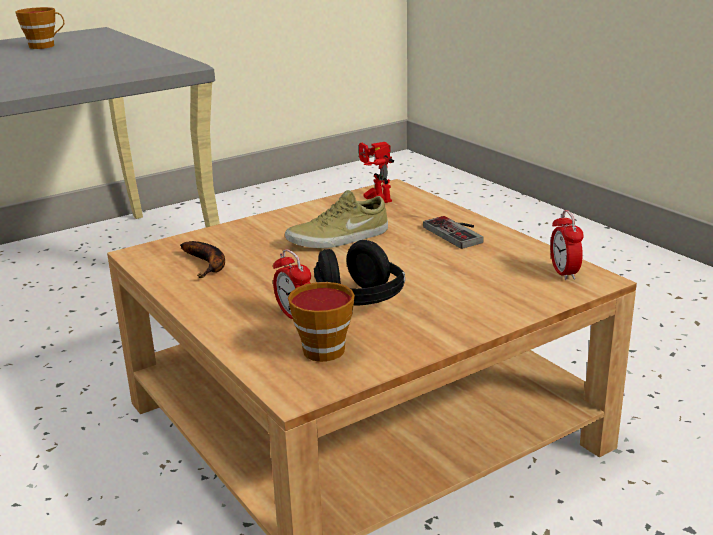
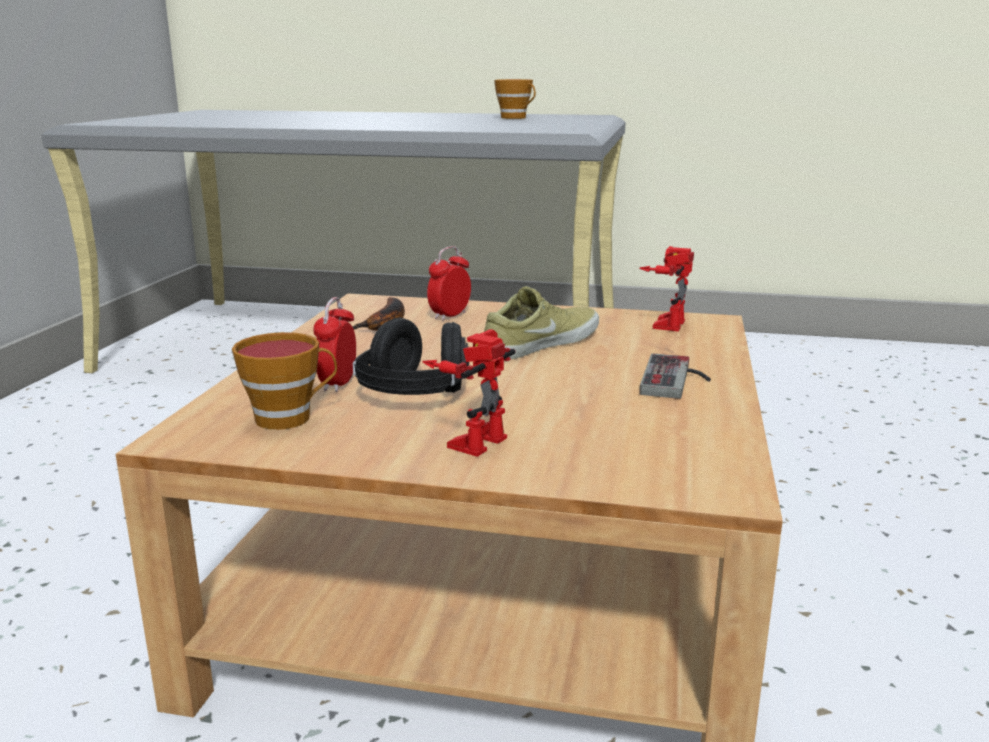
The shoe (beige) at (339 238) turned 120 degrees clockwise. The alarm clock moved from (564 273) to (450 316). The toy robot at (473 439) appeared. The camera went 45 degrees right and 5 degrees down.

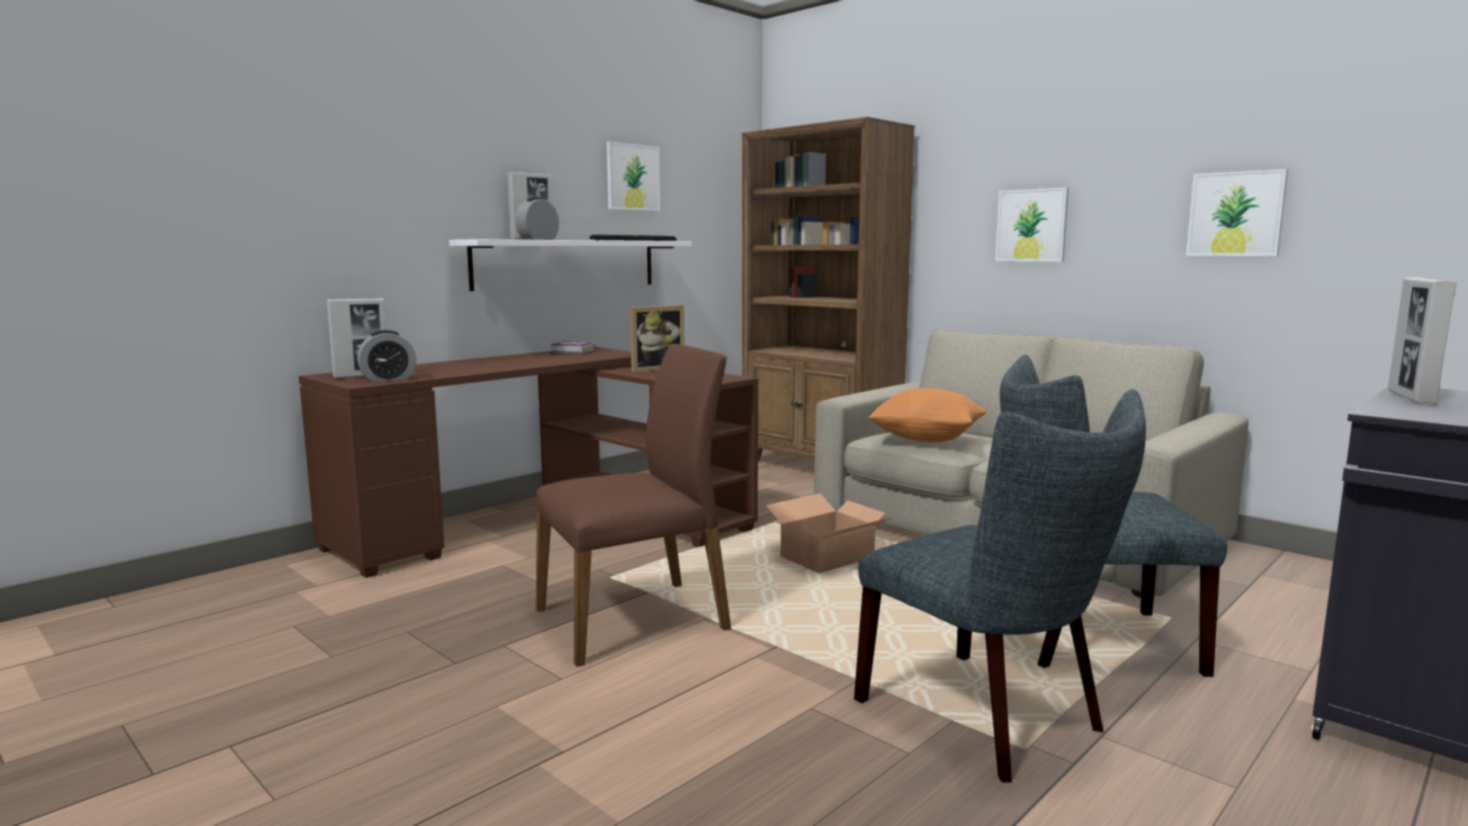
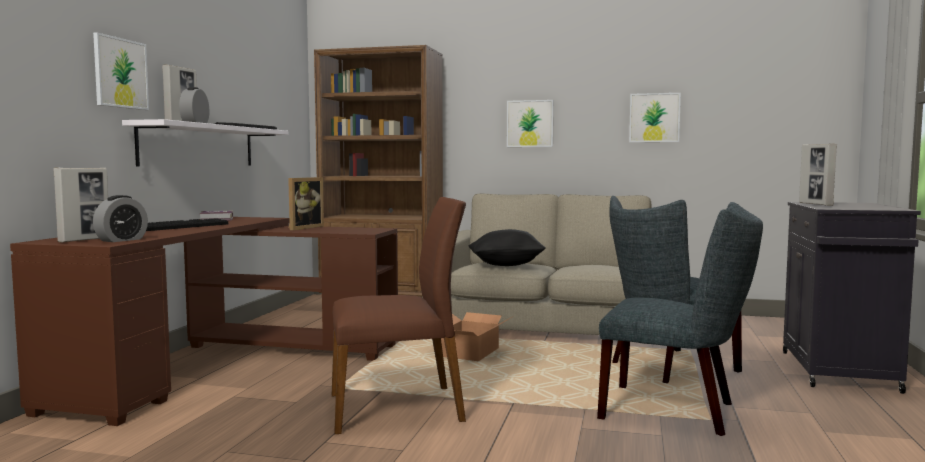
The chair (brown) at (635 619) turned 45 degrees clockwise. The picture moved from (632 177) to (120 73). The pillow (orange) at (927 439) became the pillow (black) at (506 265). The keyboard at (182 226) appeared. The camera went 30 degrees left and 5 degrees down.

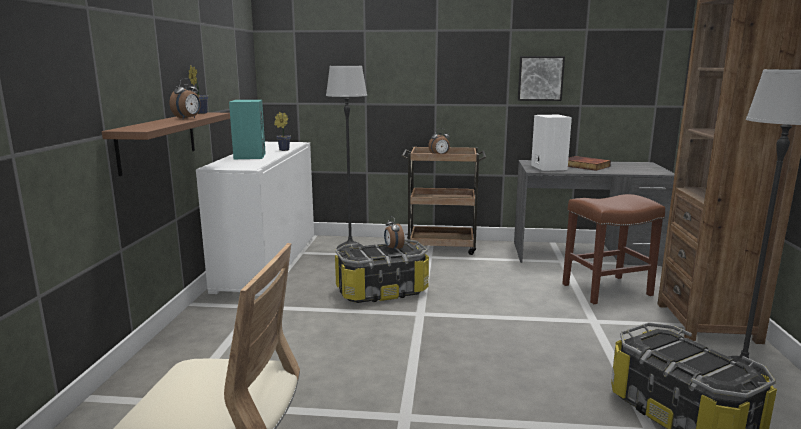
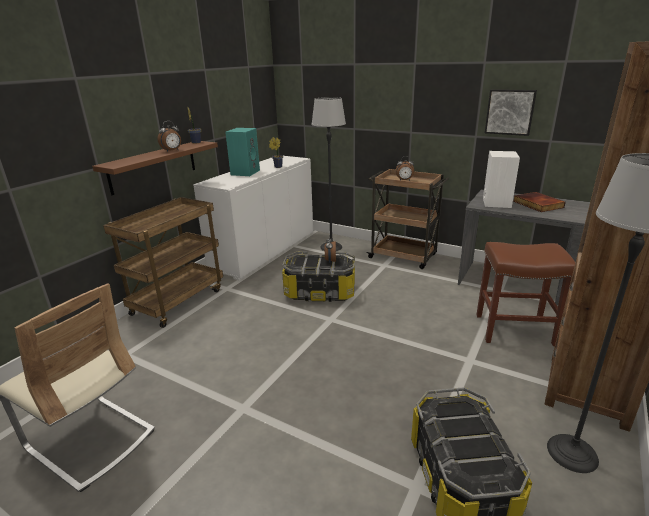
The cart (brown) at (178 301) appeared. The camera went 25 degrees right and 10 degrees up.

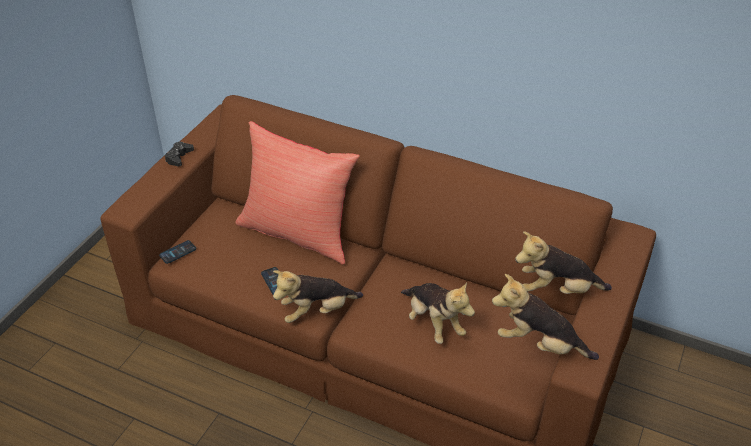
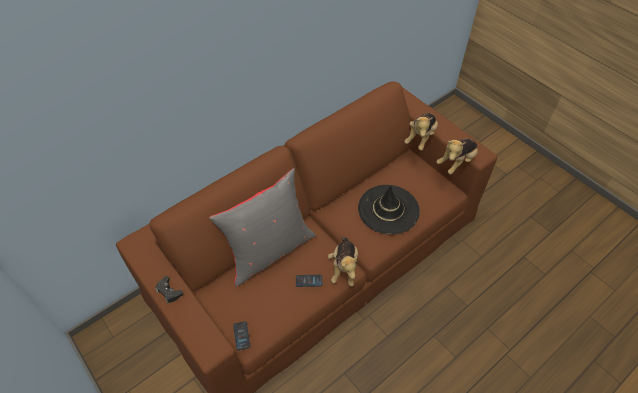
The pillow (red) at (298 233) became the pillow (grey) at (269 251). The plush toy at (433 323) was replaced by the hat (black) at (388 209). The camera went 65 degrees left and 10 degrees up.

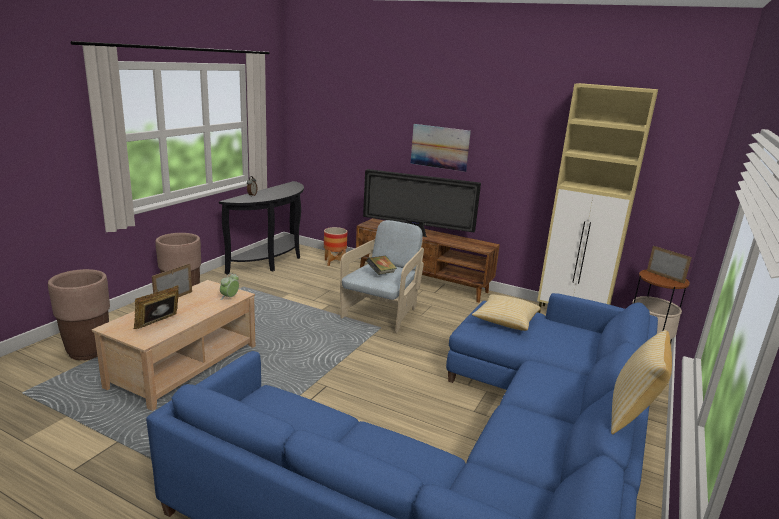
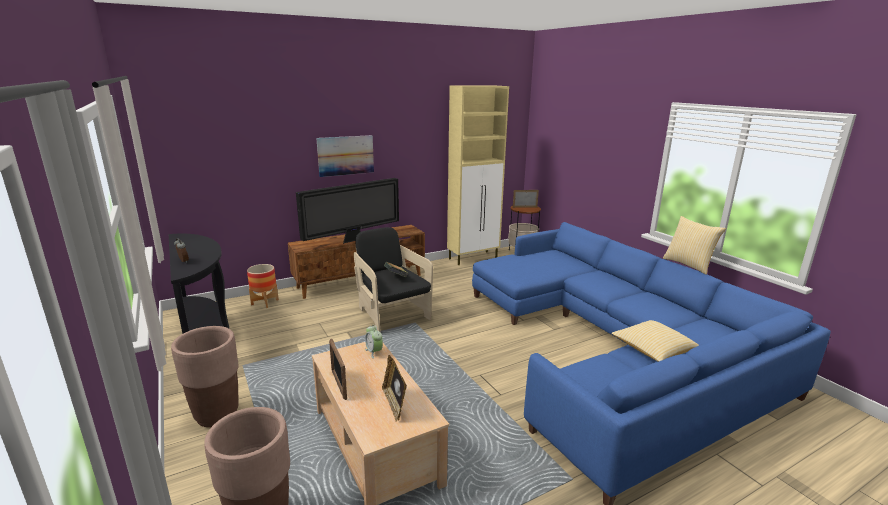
The armchair (beige) at (381 313) became the armchair (black) at (392 314). The pillow moved from (505 321) to (652 351). The camera went 55 degrees left and 0 degrees up.

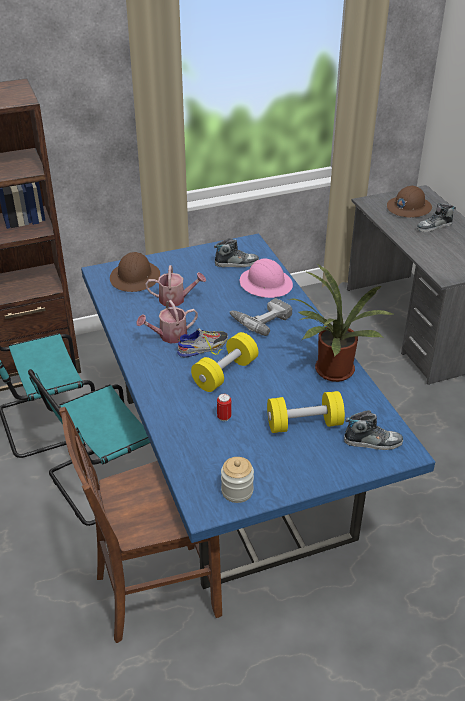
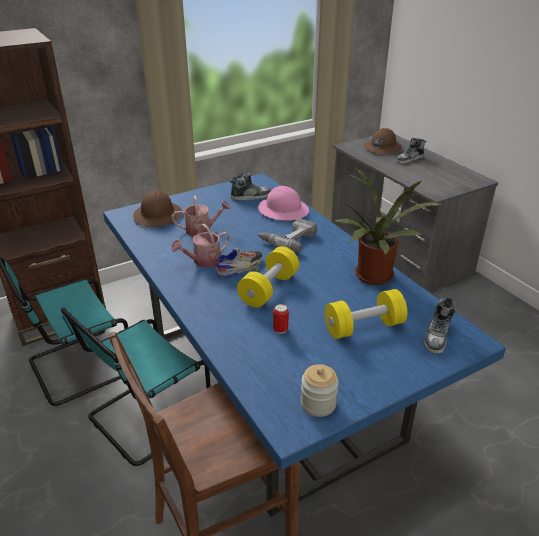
The shoe at (372 441) turned 120 degrees clockwise. The camera went 10 degrees left and 5 degrees down.

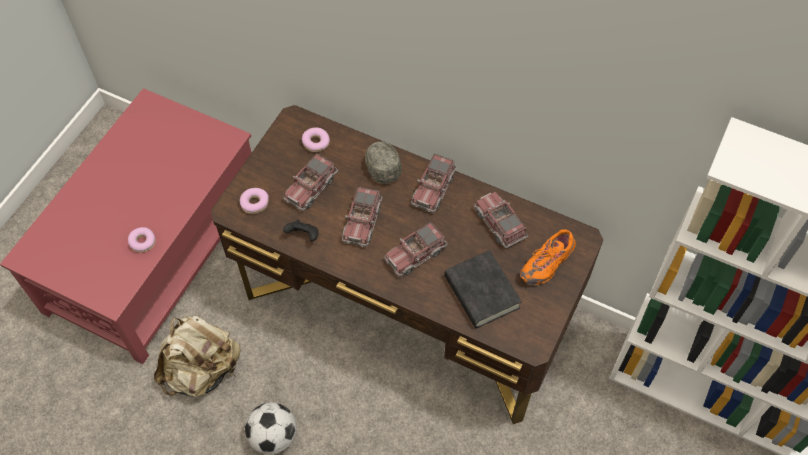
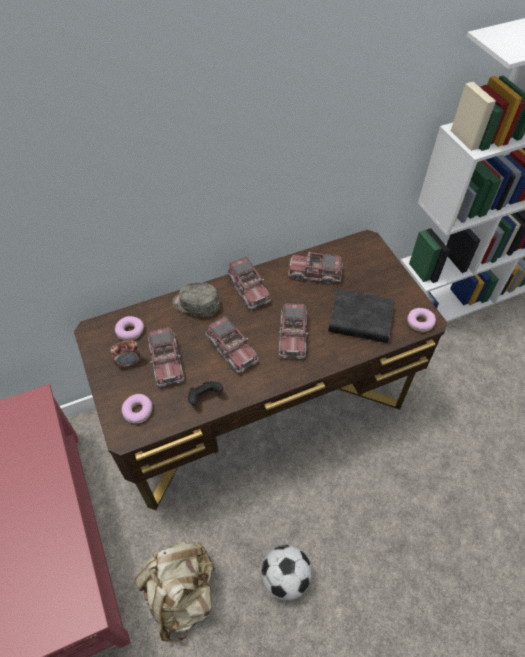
The donut moved from (142 242) to (420 322). The shoe (orange) at (547 263) disappeared. The alarm clock at (129 362) appeared. The camera went 50 degrees left and 5 degrees down.

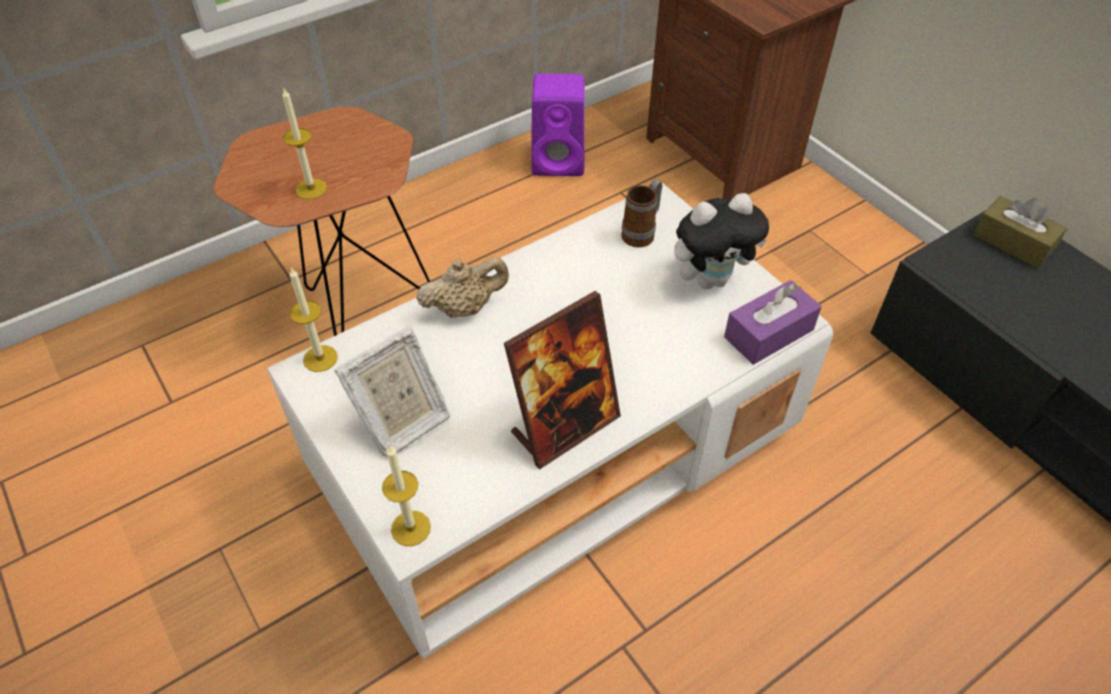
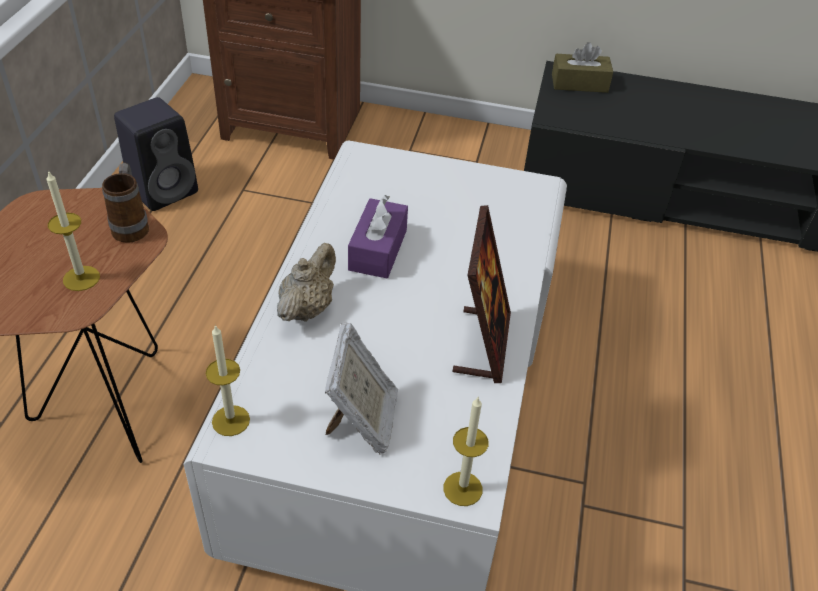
The speaker (purple) at (560 161) became the speaker (black) at (165 189). The mug moved from (642 233) to (132 226). The plush toy at (711 279) disappeared. The tissue box (purple) moved from (768 333) to (378 250). The camera went 45 degrees left and 5 degrees down.

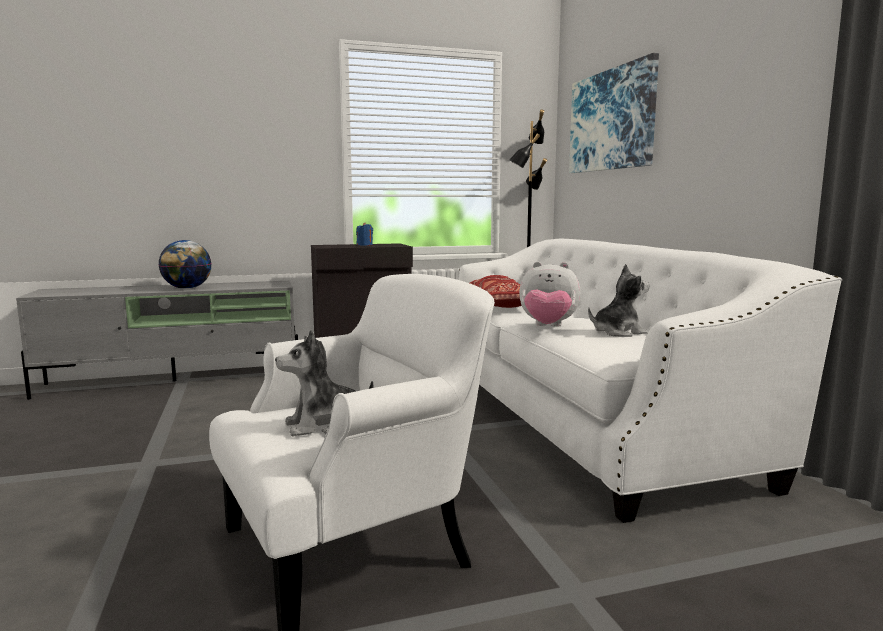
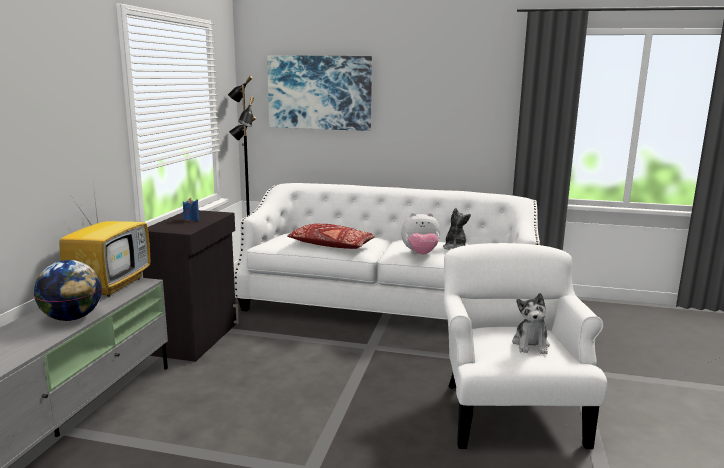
The plush toy at (548 327) turned 45 degrees clockwise. The television at (111 285) appeared. The camera went 60 degrees left and 5 degrees up.

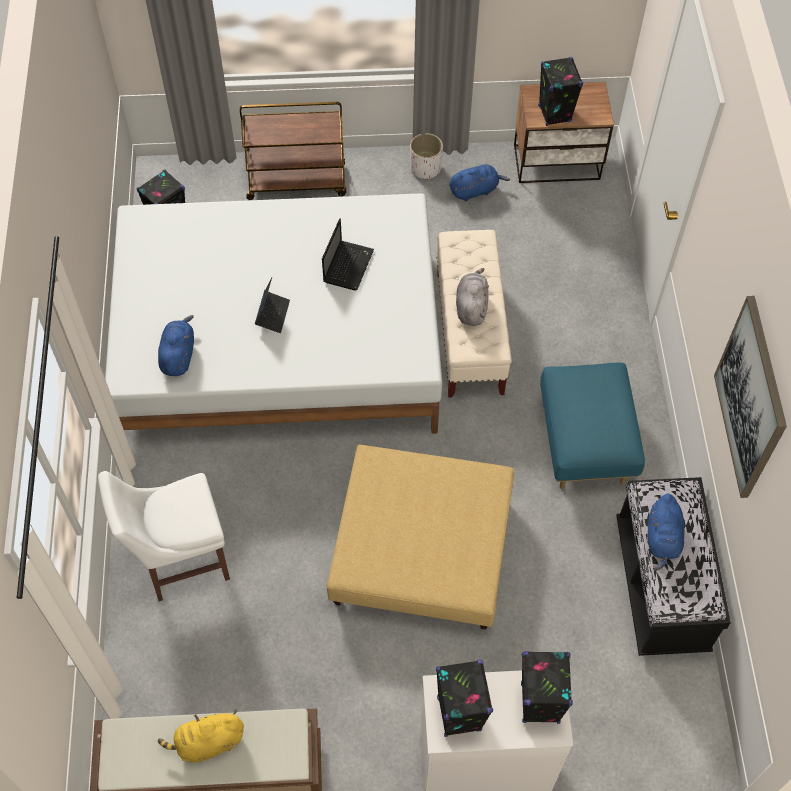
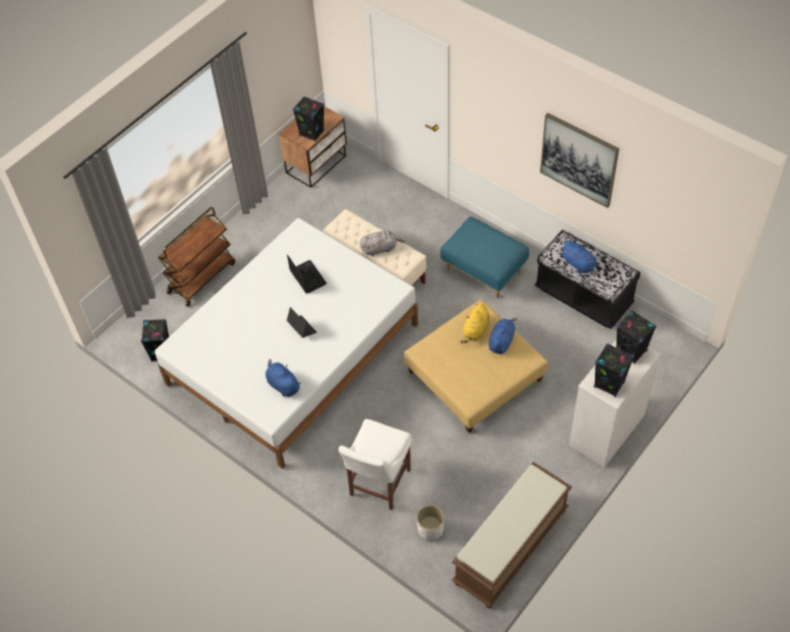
The plush toy (yellow) moved from (207 743) to (475 331). The planter (white) moved from (425 168) to (430 529). The plush toy (blue) moved from (475 190) to (501 341). The plush toy (grey) at (471 306) turned 120 degrees clockwise. The camera went 45 degrees left and 5 degrees down.

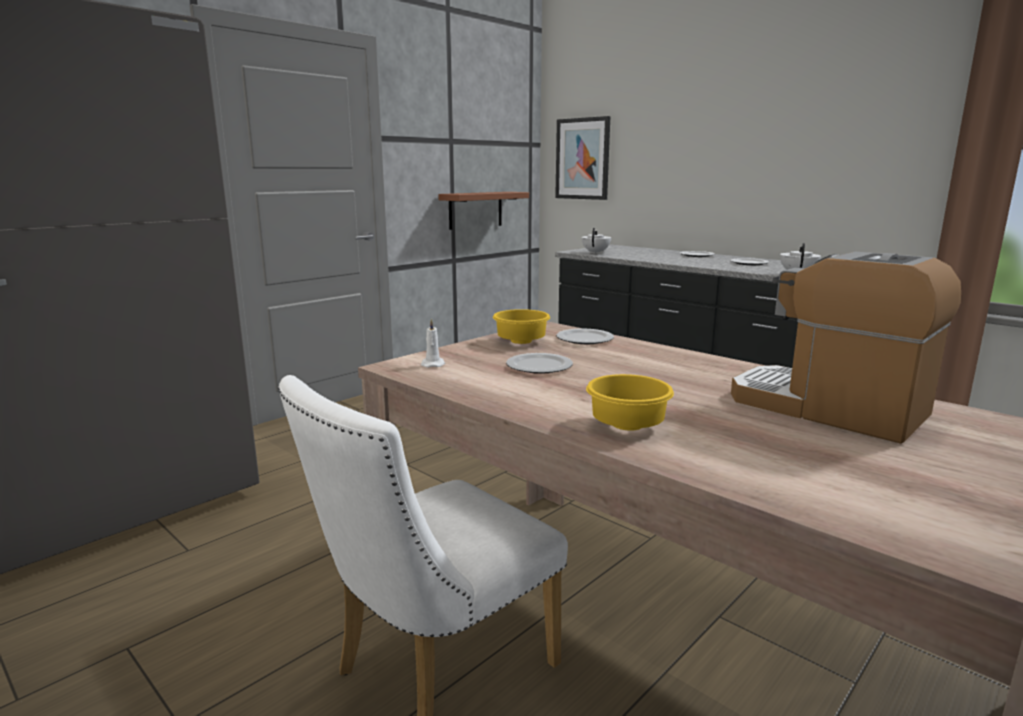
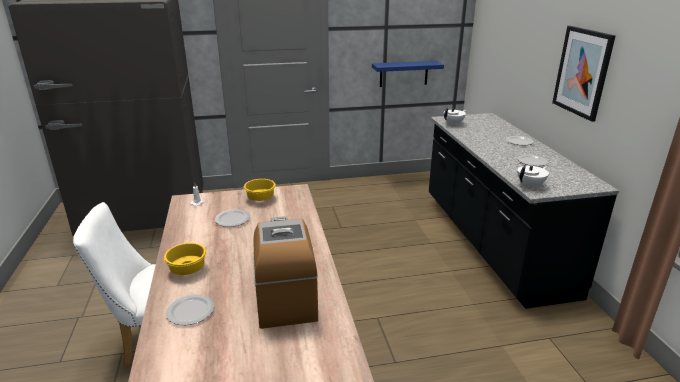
The shelf (brown) at (475 210) became the shelf (blue) at (403 73). The picture moved from (582 159) to (582 72). The plate moved from (585 339) to (190 312). The camera went 35 degrees right and 10 degrees up.

